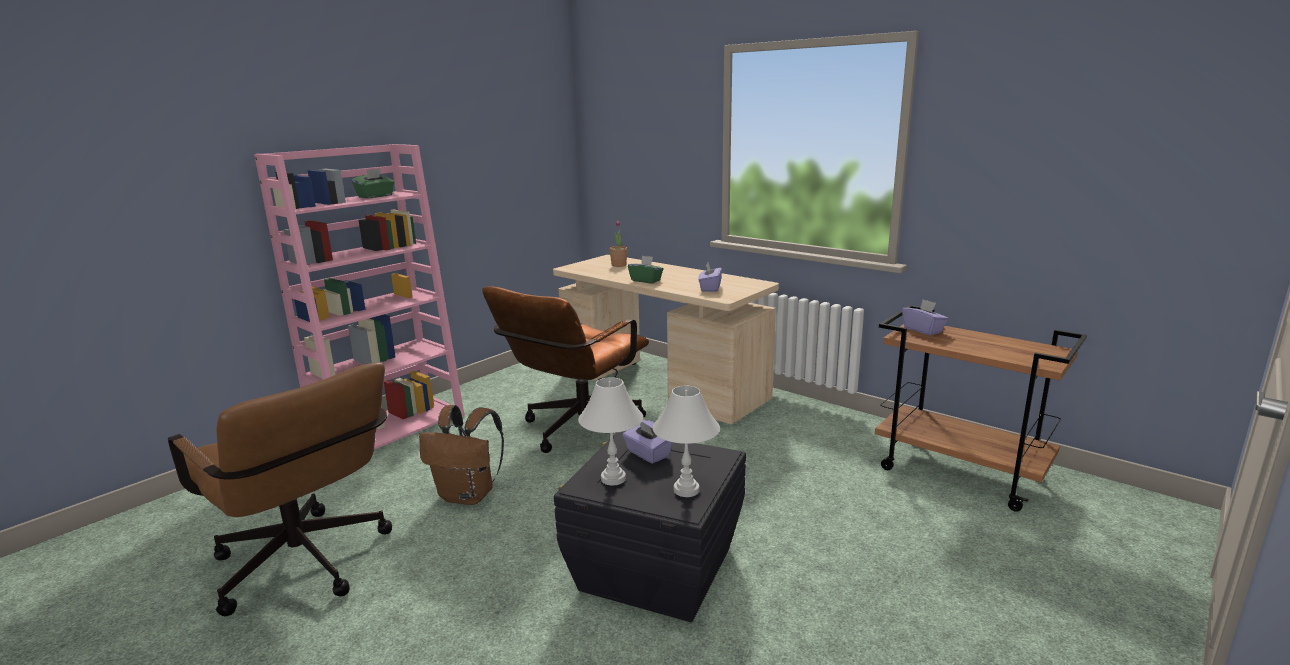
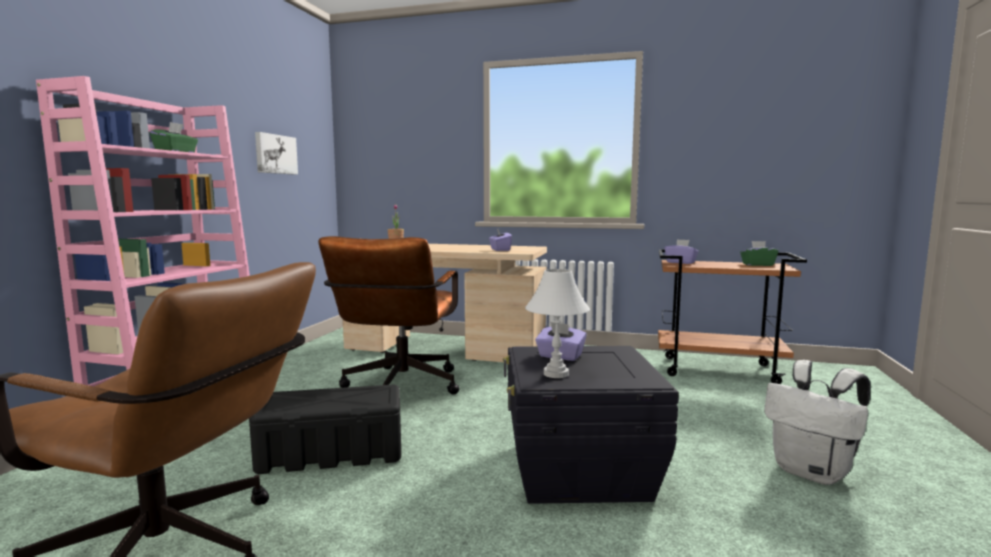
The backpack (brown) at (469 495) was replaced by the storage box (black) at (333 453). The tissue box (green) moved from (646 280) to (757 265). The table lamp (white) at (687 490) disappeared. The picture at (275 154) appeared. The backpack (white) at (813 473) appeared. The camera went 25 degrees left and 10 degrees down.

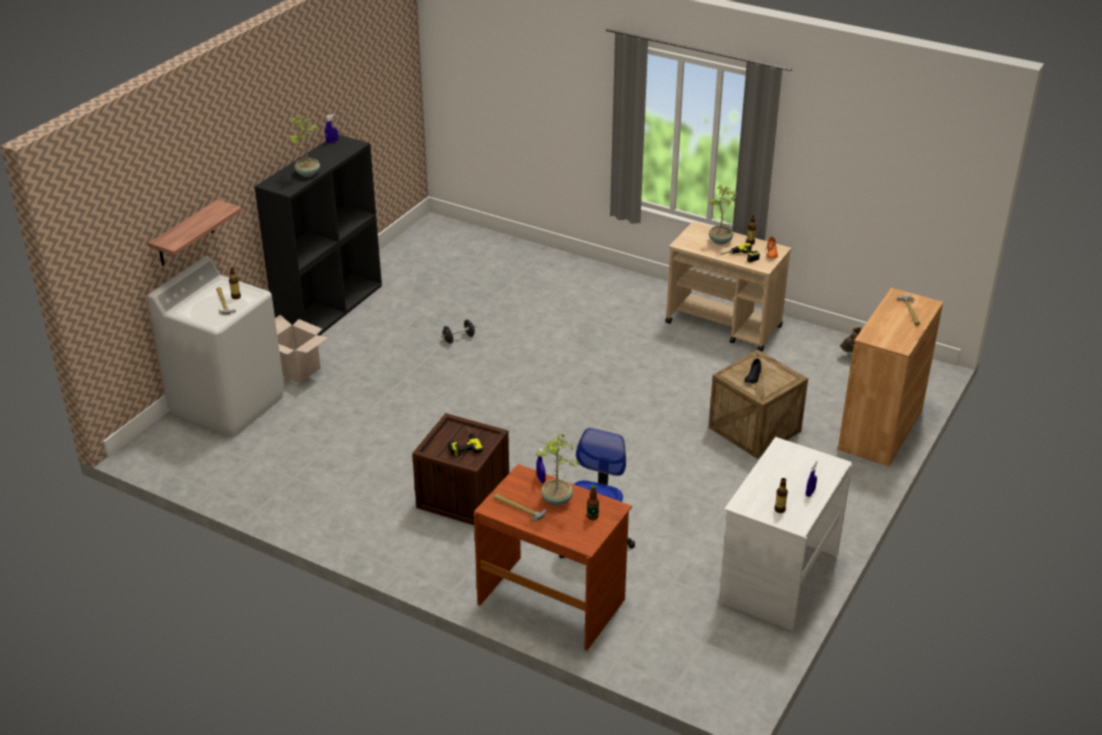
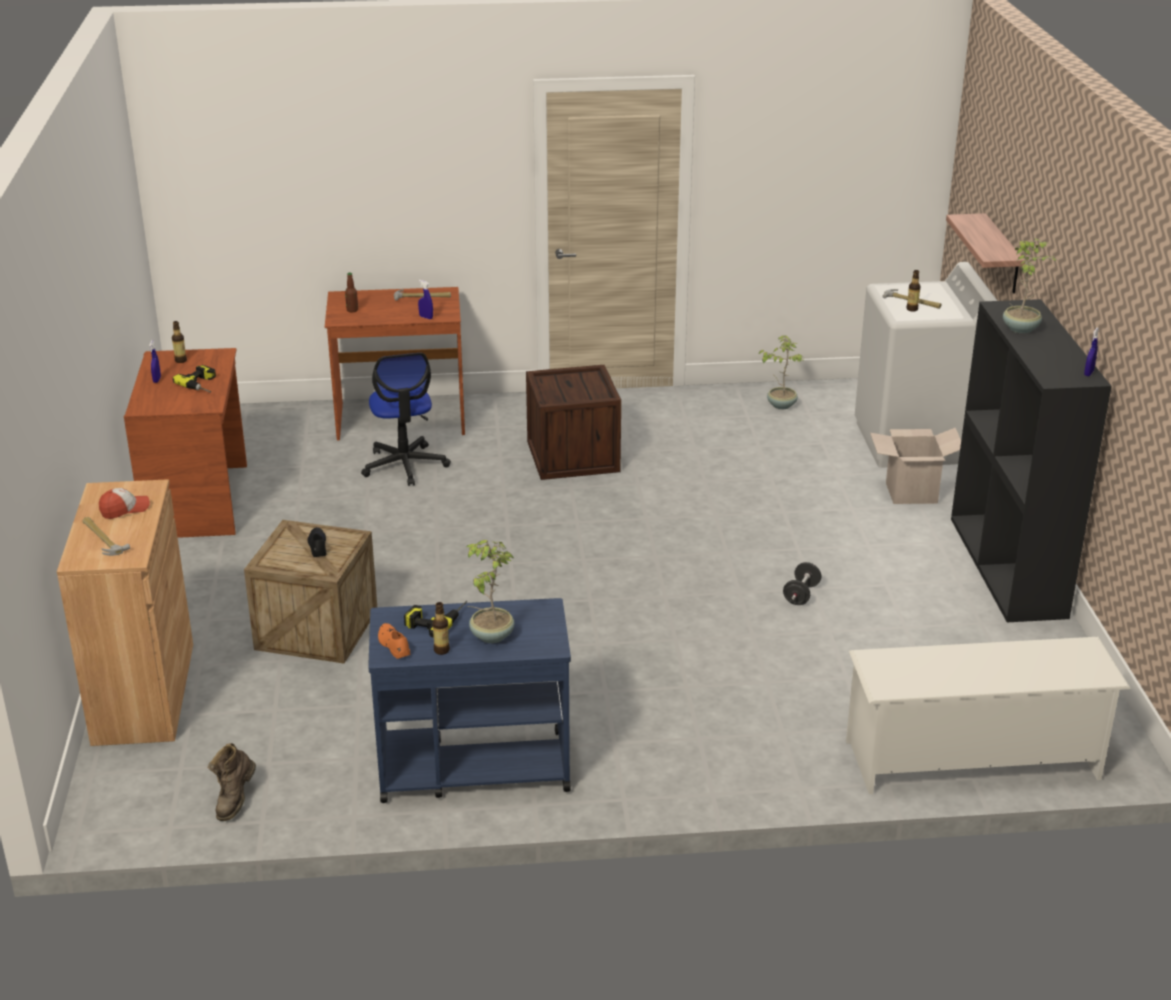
The power drill moved from (463 444) to (203 384). The potted plant moved from (556 500) to (781 405). The cart (beige) at (724 325) became the cart (blue) at (472 766). The desk (white) at (777 577) became the desk (brown) at (199 501). The cap at (124 509) appeared. The shoe rack (white) at (973 760) appeared. The camera went 145 degrees right and 5 degrees down.

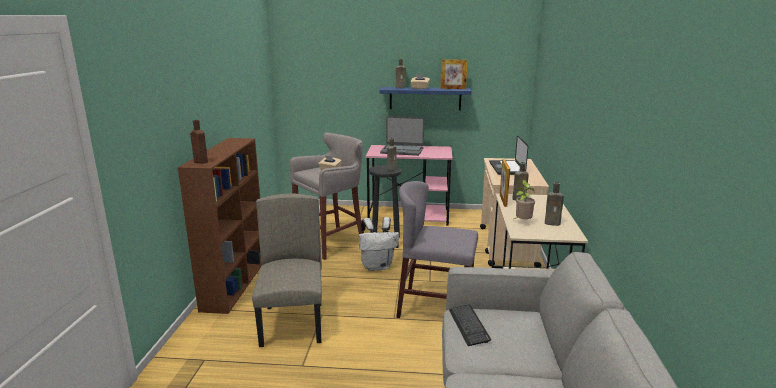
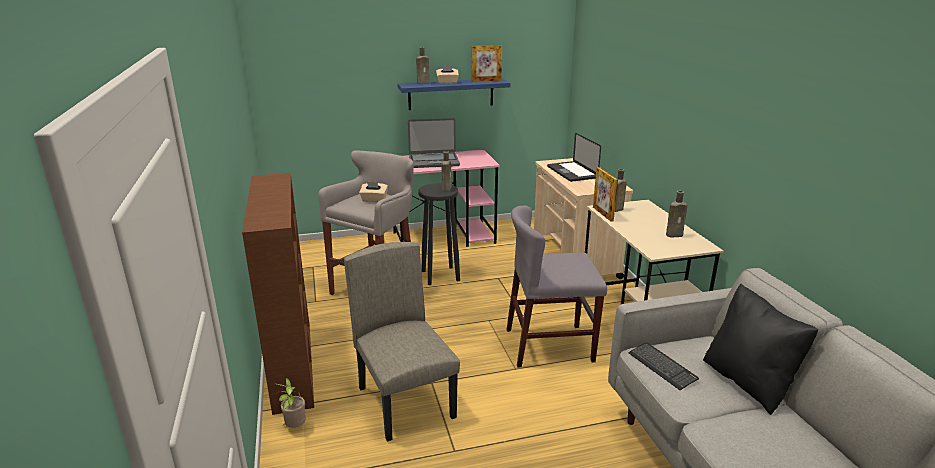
The bottle (brown) at (200 162) disappeared. The backpack (white) at (377 266) disappeared. The potted plant moved from (522 222) to (294 427). The pillow (black) at (748 382) appeared. The camera went 20 degrees left and 5 degrees up.

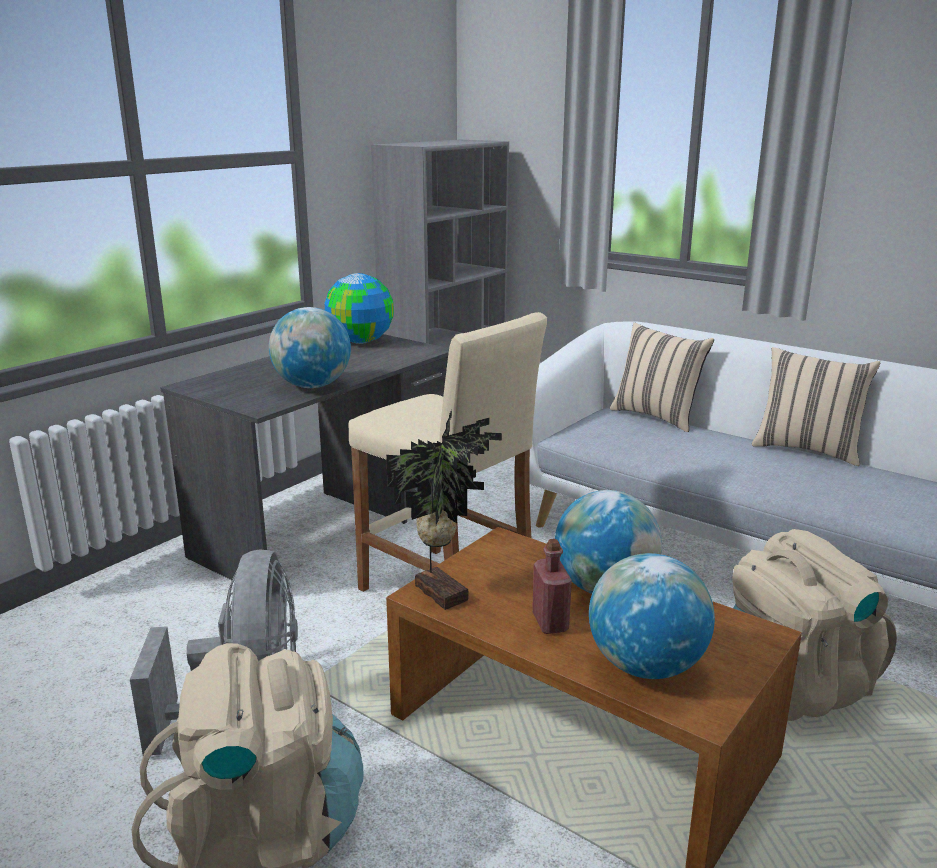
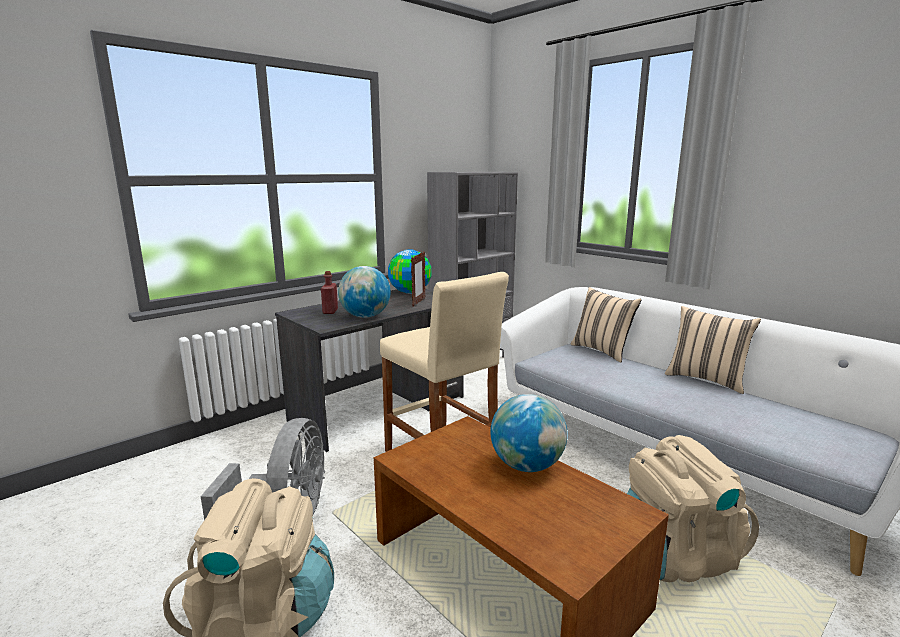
The potted plant at (443 591) disappeared. The bottle (red) moved from (550 622) to (330 311). The globe at (645 666) disappeared. The picture frame at (418 302) appeared. The camera went 10 degrees right and 5 degrees down.

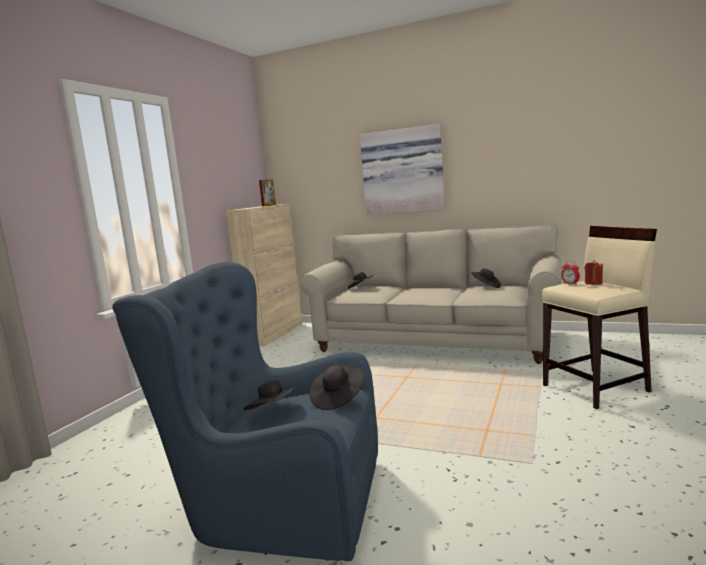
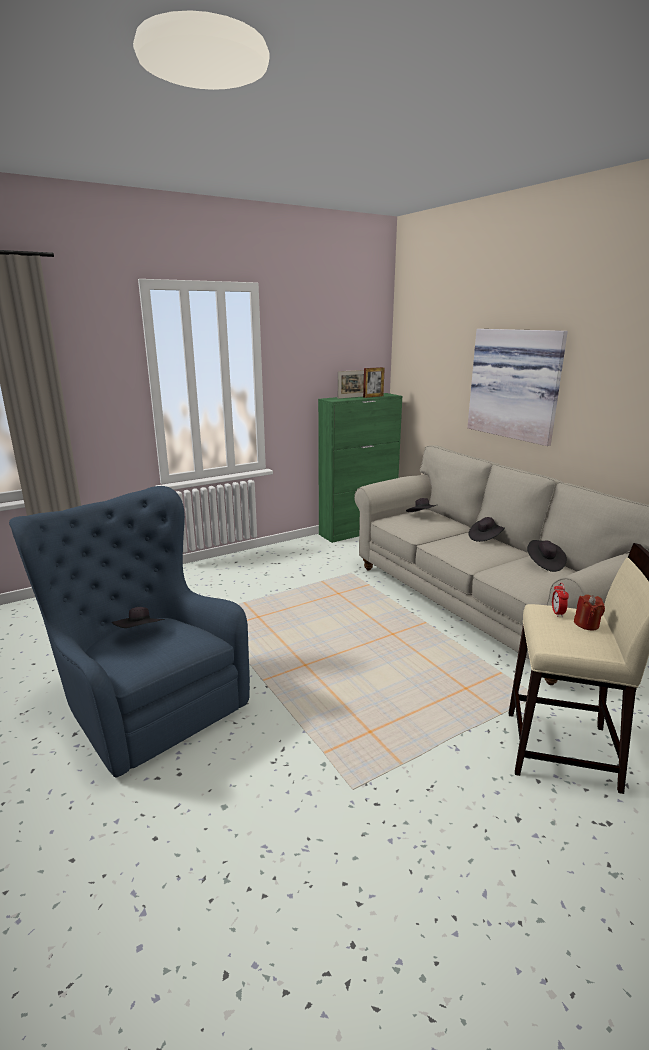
The cabinet (beige) at (275 333) became the cabinet (green) at (358 531). The hat (black) moved from (337 399) to (485 537). The picture frame at (353 397) appeared. The camera went 35 degrees right and 10 degrees up.

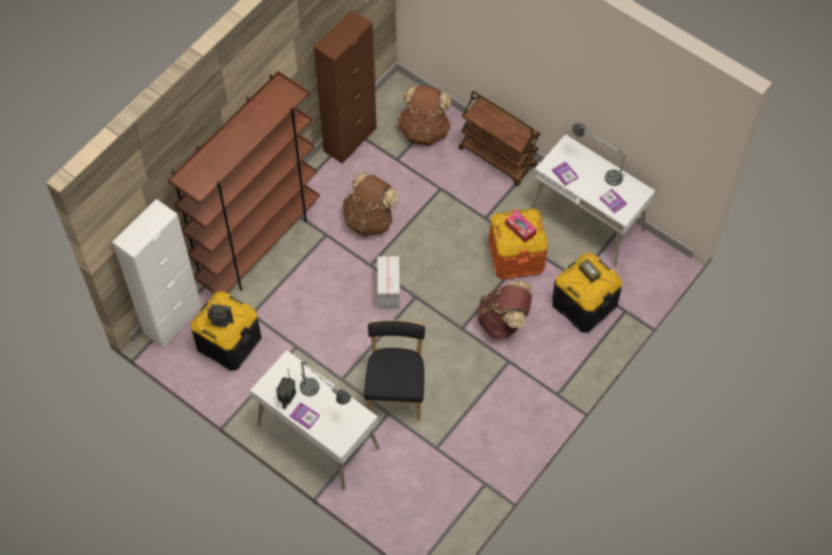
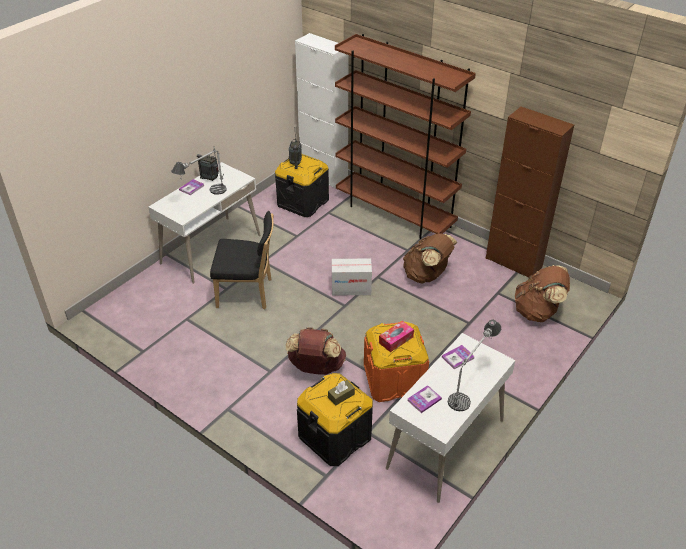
The cart (brown) at (498 157) disappeared. The camera went 90 degrees right and 20 degrees down.

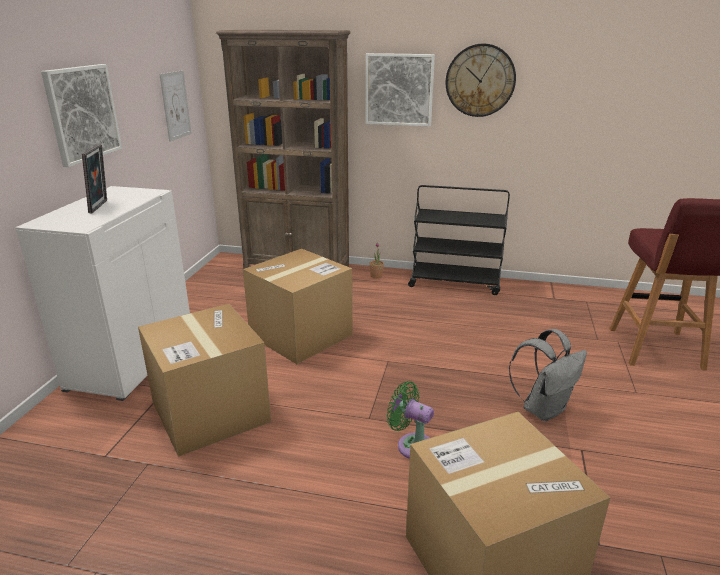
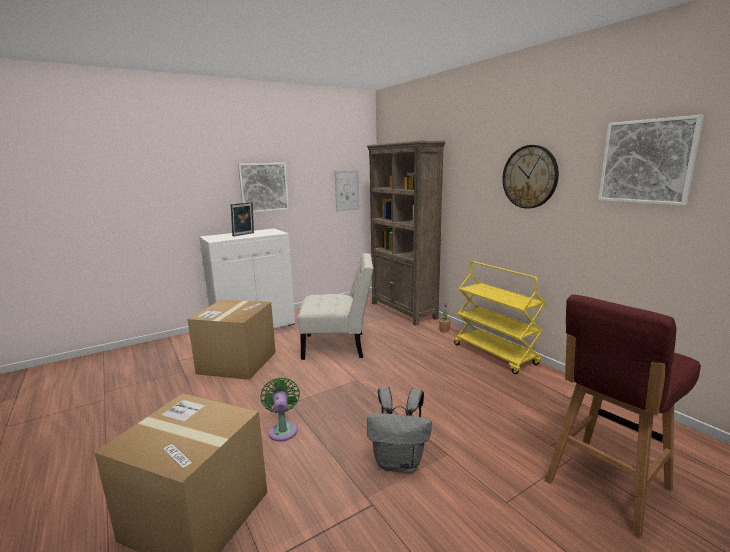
The cardboard box at (301 335) was replaced by the chair (white) at (338 346). The picture moved from (399 90) to (647 162). The cart (black) at (455 283) became the cart (yellow) at (495 354). The camera went 45 degrees right and 10 degrees down.

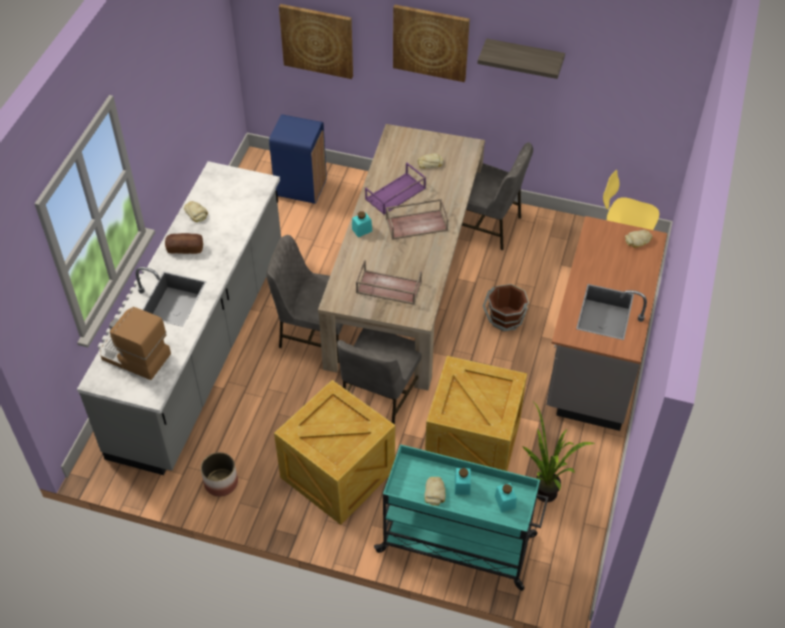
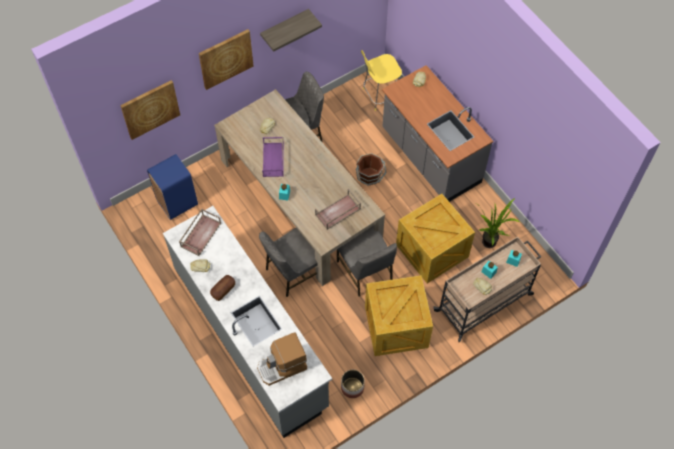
The cart (turquoise) at (458 544) became the cart (beige) at (484 302). The tray (brown) moved from (417 224) to (200 234). The camera went 50 degrees left and 10 degrees up.

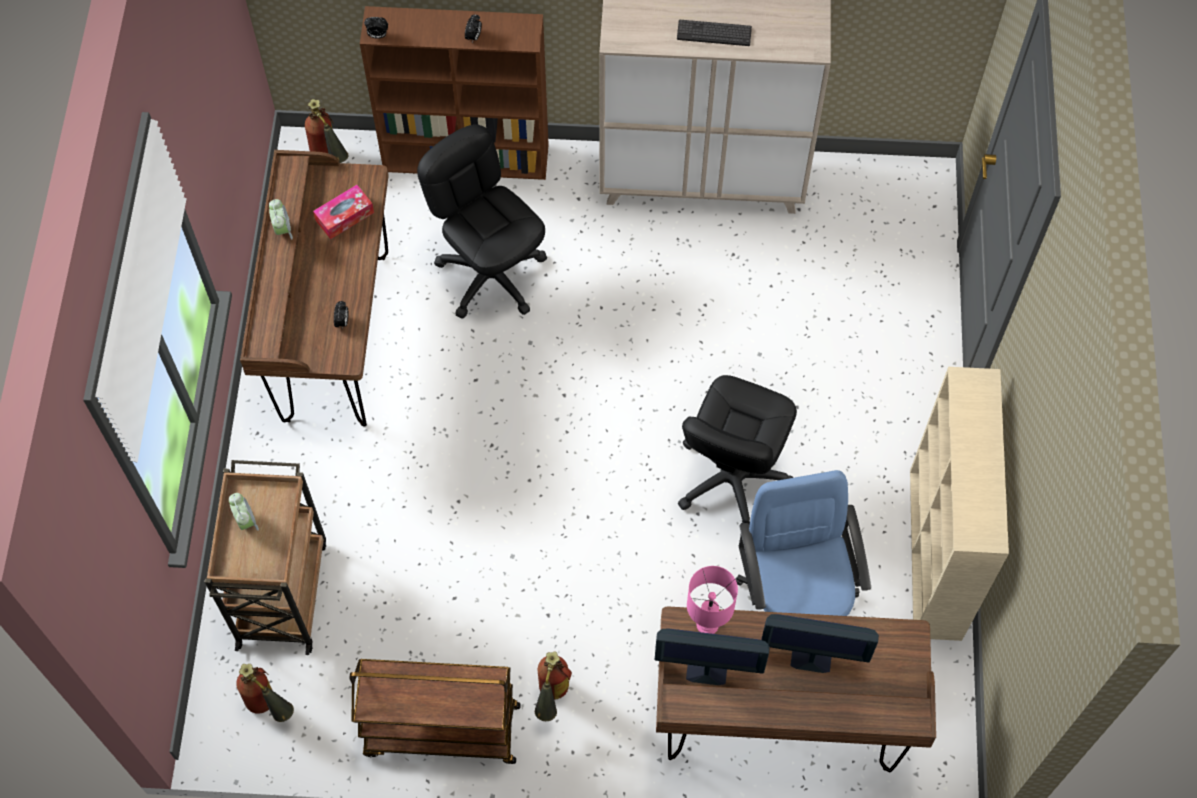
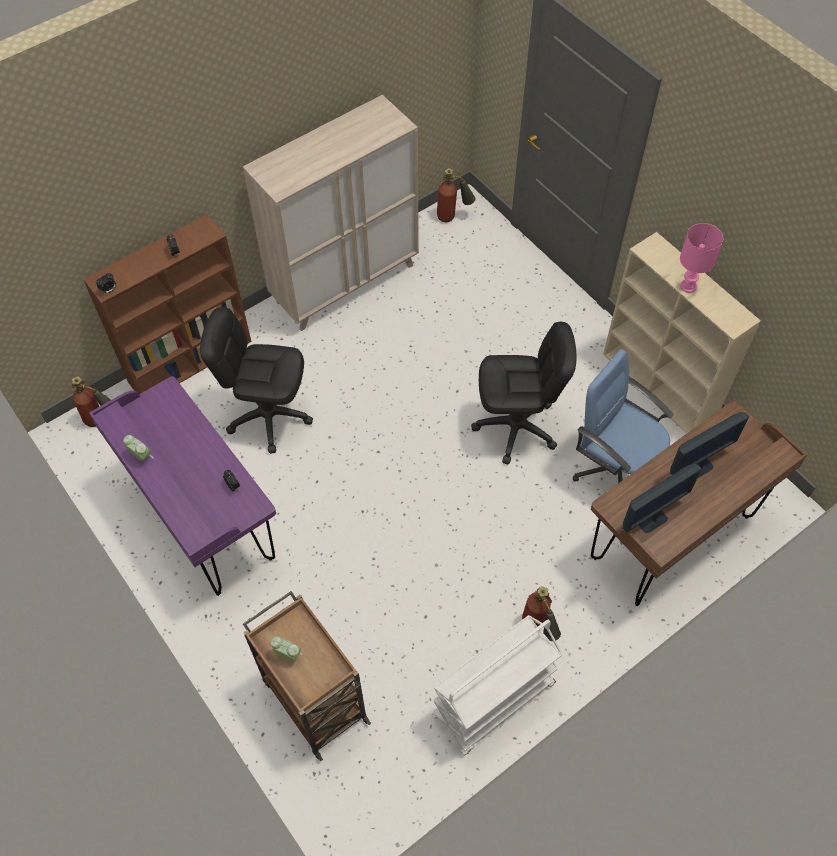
The fire extinguisher moved from (270 708) to (453 216). The desk (brown) at (335 337) became the desk (purple) at (204 521). The tissue box at (344 216) disappeared. The cart (brown) at (441 731) became the cart (white) at (493 701). The keyboard at (714 33) disappeared. The office chair (black) at (731 478) turned 75 degrees counterclockwise. The table lamp (pink) moved from (707 625) to (688 287). The camera went 40 degrees left and 5 degrees down.

